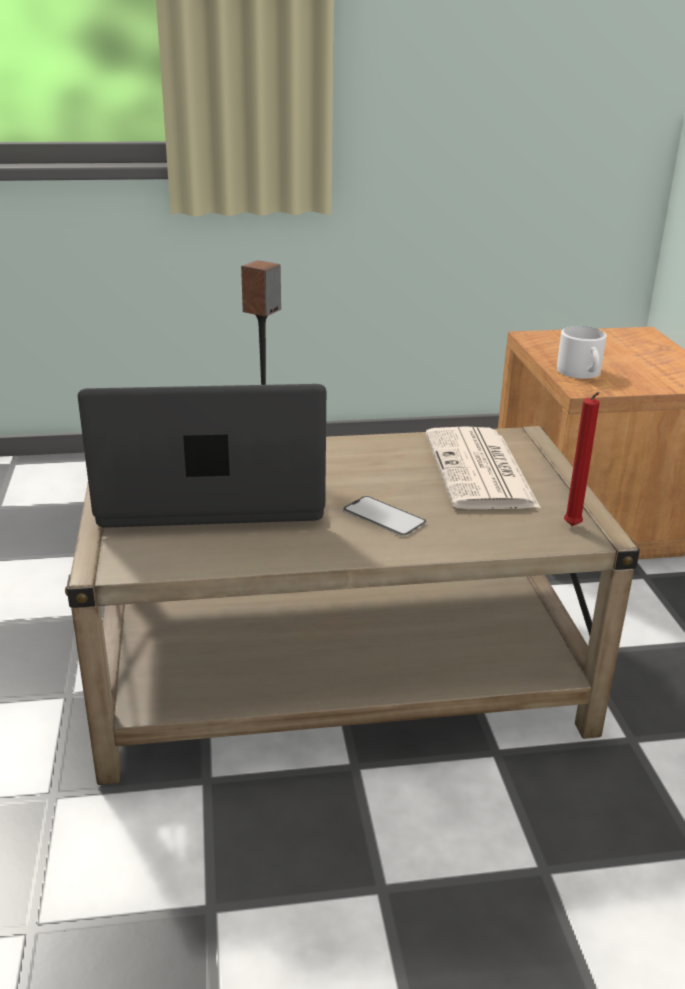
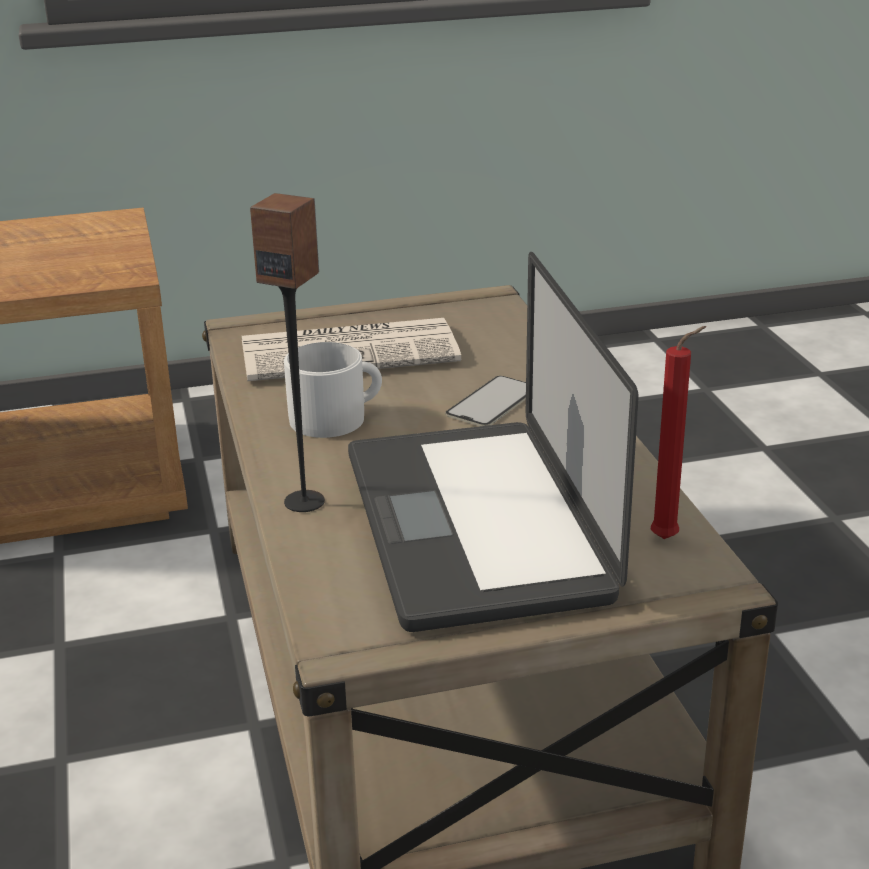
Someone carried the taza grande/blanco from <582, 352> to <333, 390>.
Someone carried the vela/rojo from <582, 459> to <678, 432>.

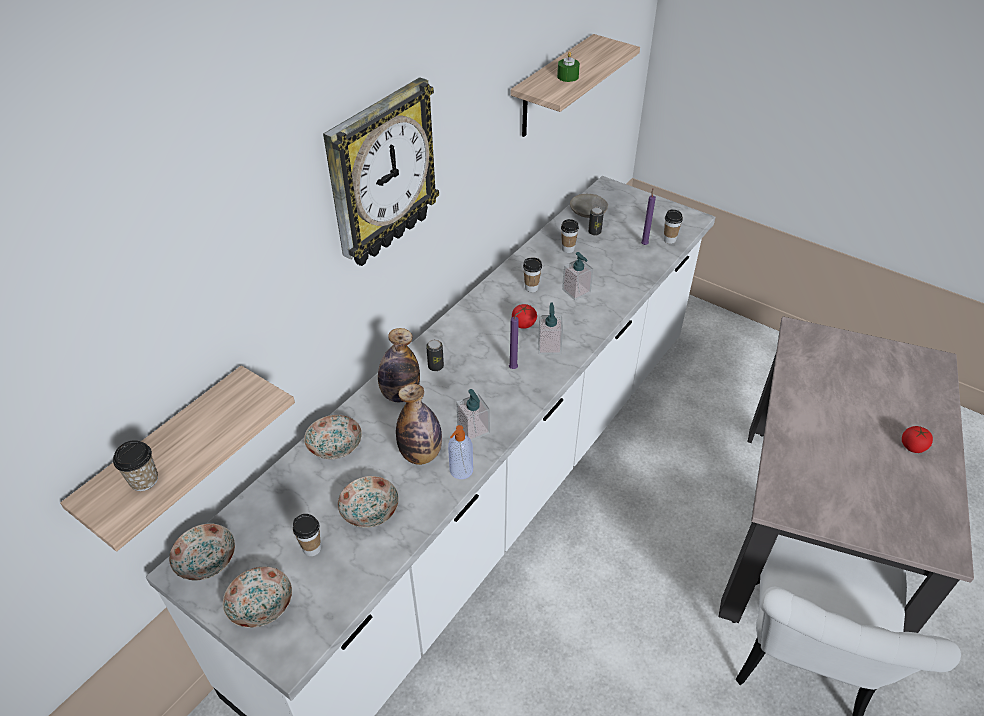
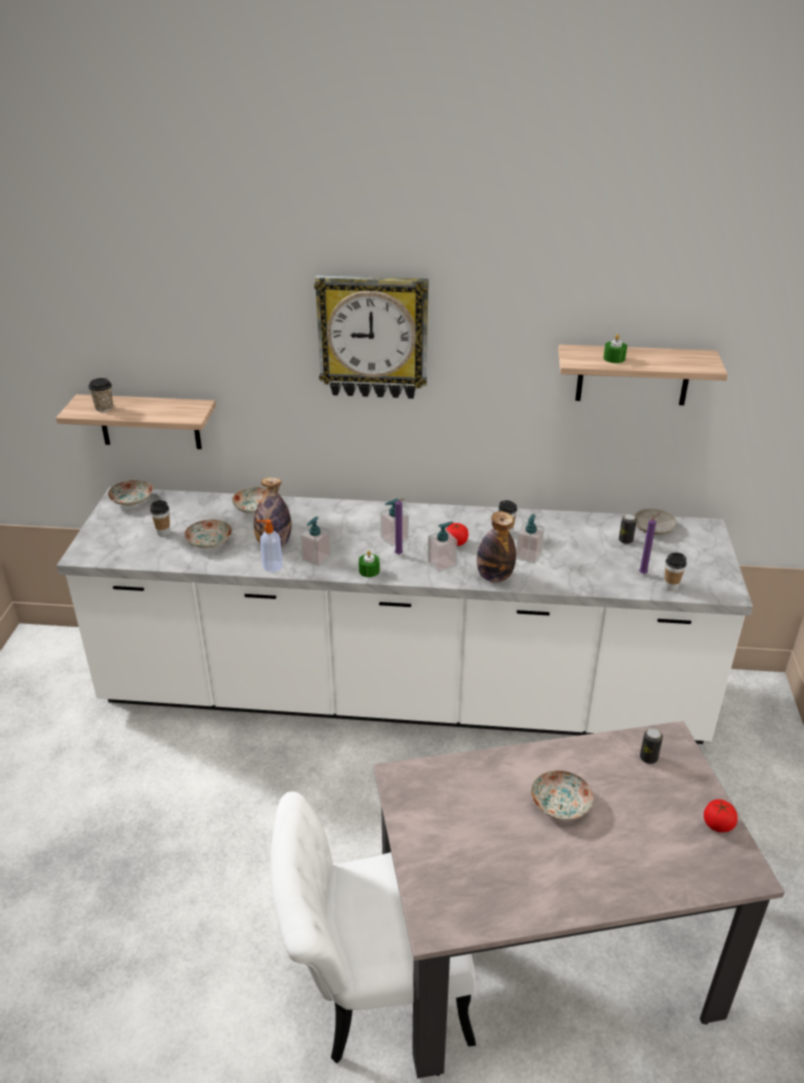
Someone took away the taza at <570, 236>.
Someone put down the vela/verde at <369, 564>.
Someone put down the dispensador de jabón at <394, 523>.
Someone carried the plato from <257, 597> to <562, 795>.
Someone carried the botella from <399, 365> to <496, 547>.
Someone carried the lata from <435, 355> to <651, 746>.
Someone carried the tomate from <917, 439> to <721, 816>.

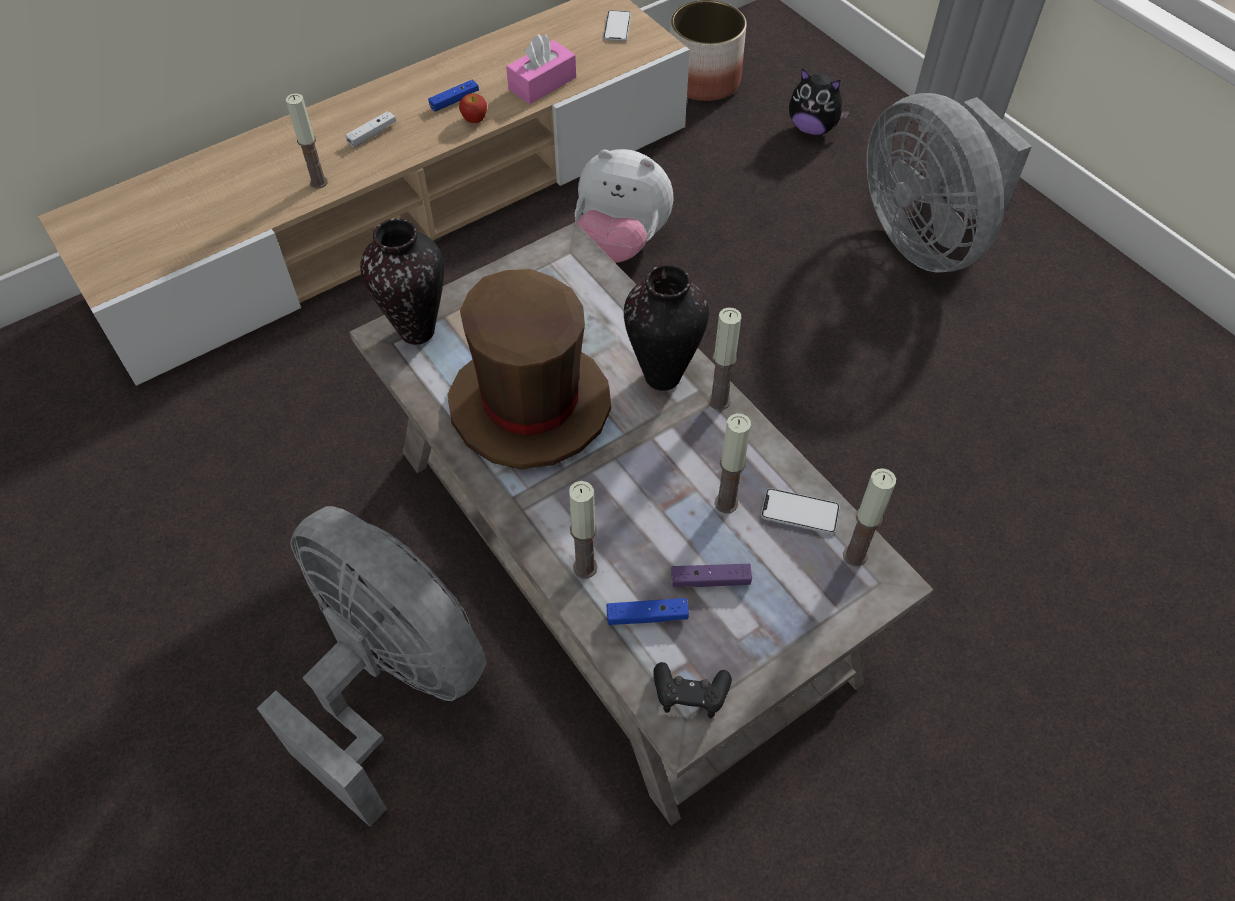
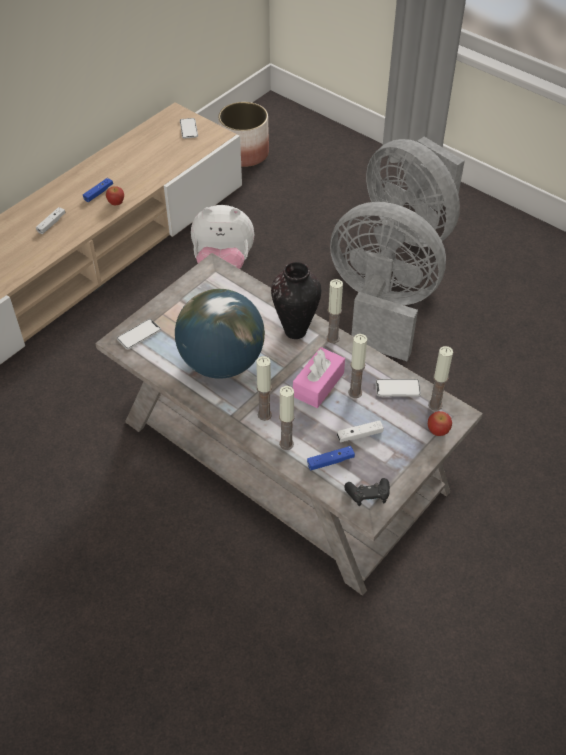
Someone took away the peluche at <819, 101>.
Someone put down the manzana at <440, 423>.
Someone carried the ventilador/gris from <371, 666> to <388, 281>.
Someone carried the vela from <307, 141> to <264, 388>.
Someone carried the caja de pañuelos/rosa from <541, 69> to <319, 377>.
Someone swapped the florero at <402, 281> for the móvil at <139, 334>.
Someone swapped the sombrero/marrón at <529, 369> for the globo terráqueo at <220, 334>.
Someone repainted the mando de consola/morado at <711, 575>, which became the mando de consola/blanco at <360, 431>.

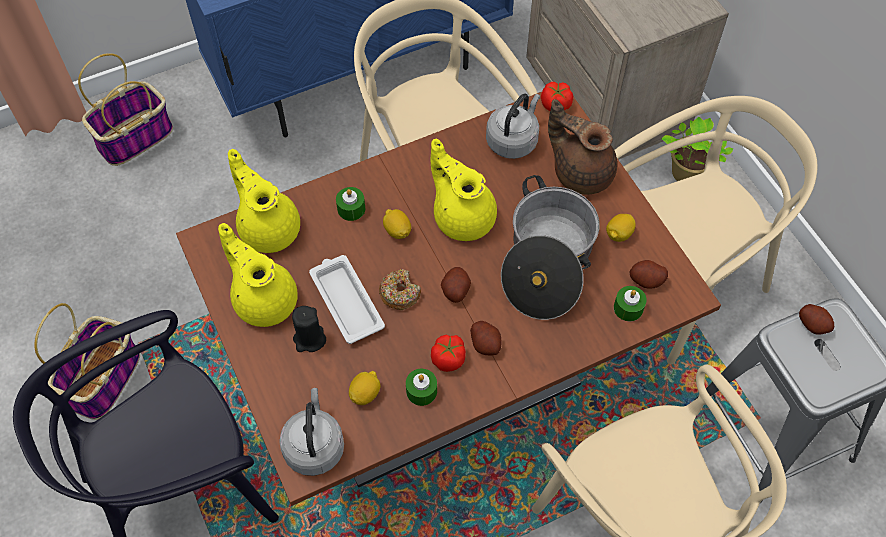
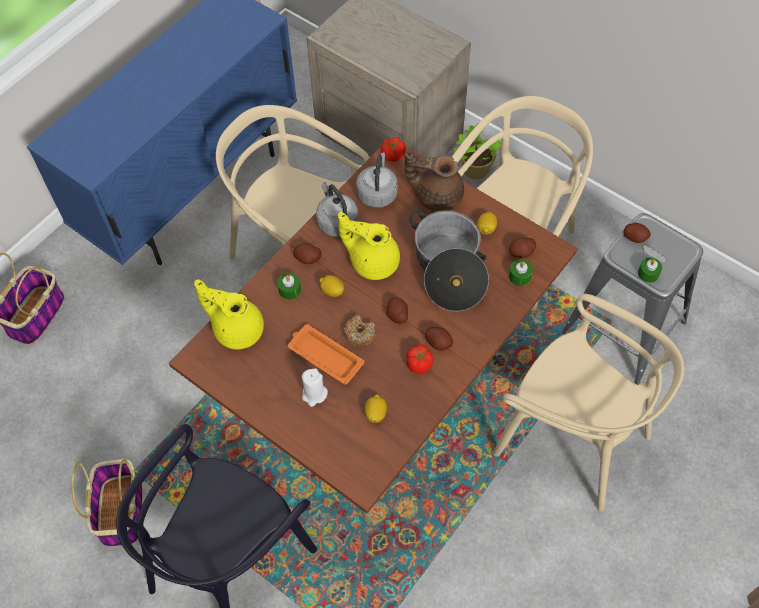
Someone took away the tetera/amarillo at <258, 275>.
Someone put down the patata at <307, 253>.
Someone carried the hervidor/gris from <311, 432> to <337, 209>.
Someone carried the vela/verde from <421, 387> to <650, 270>.
Someone repainted the vela/negro at <309, 329>, which became the vela/blanco at <315, 387>.
Someone repainted the bandeja/blanco at <347, 299>, which became the bandeja/naranja at <326, 354>.

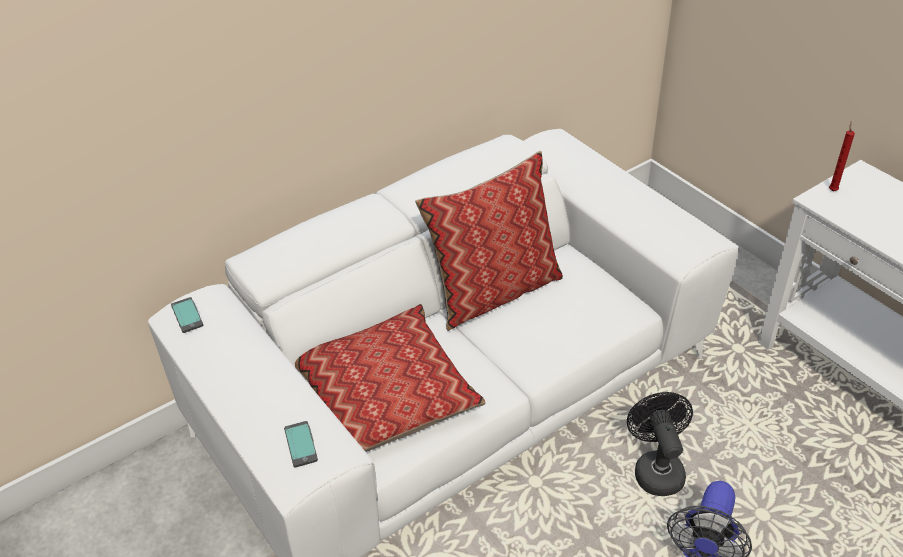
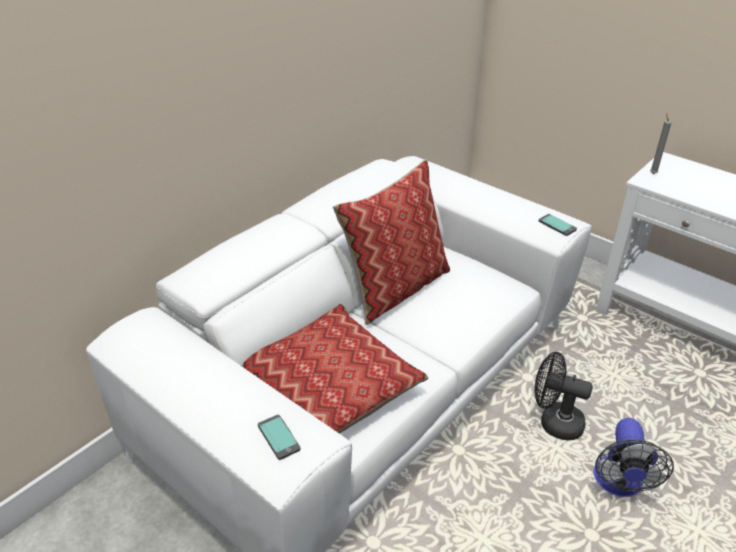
Someone carried the móvil from <187, 315> to <558, 225>.
Someone repainted the vela/rojo at <842, 156>, which became the vela/gris at <660, 143>.
Someone rotated the ventilador/negro at <660, 444> by 45 degrees counterclockwise.

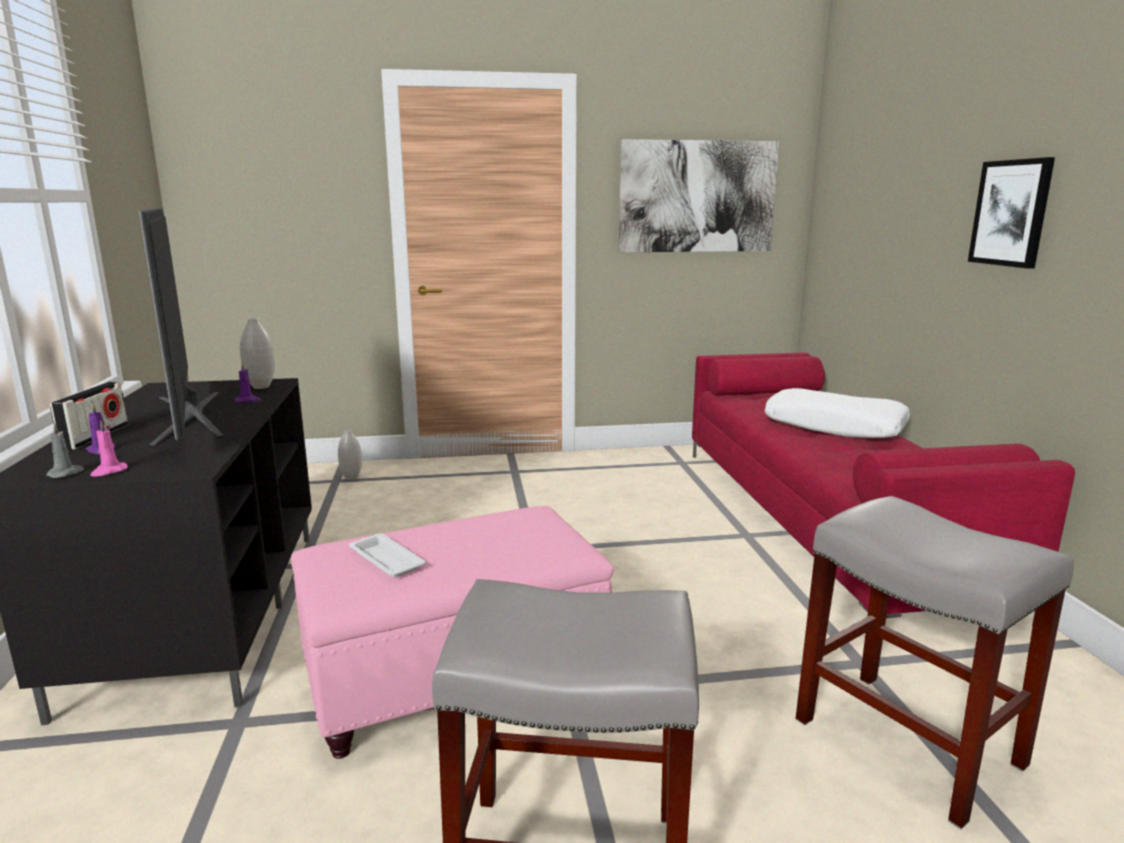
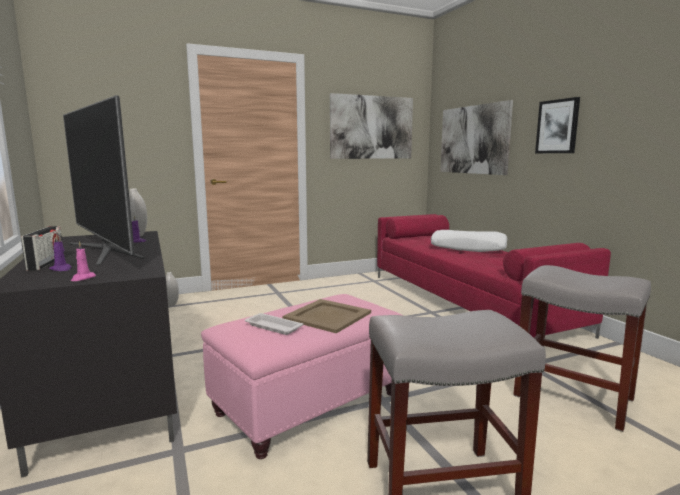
Someone took away the vela/gris at <65, 450>.
Someone put down the bandeja/beis at <326, 316>.
Someone put up the cuadro at <476, 137>.

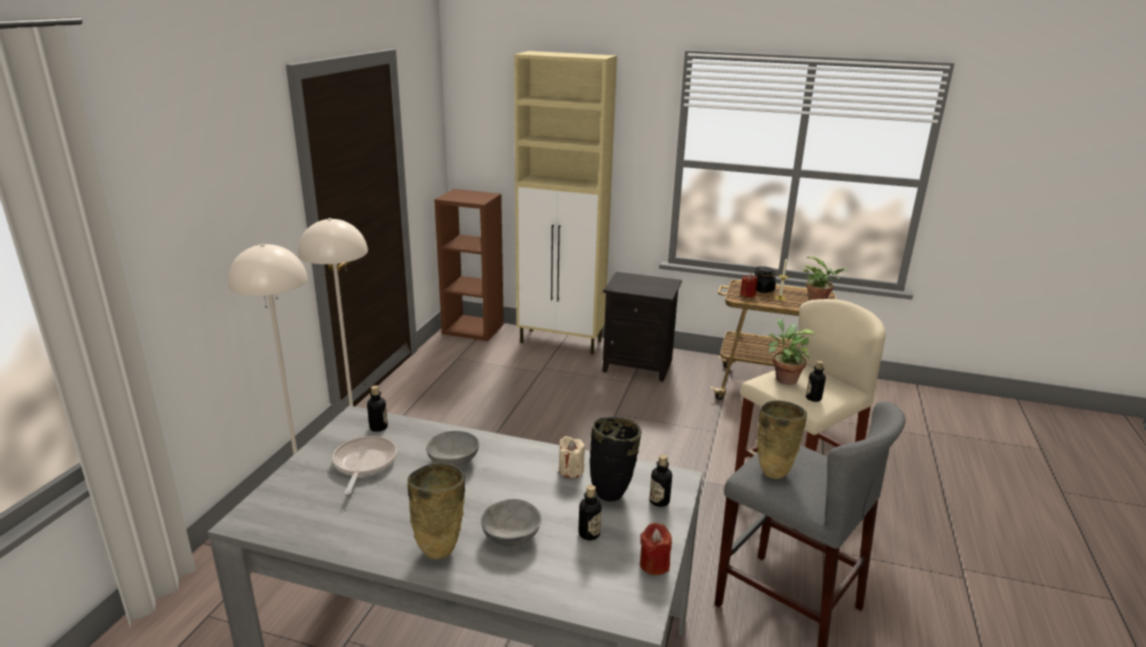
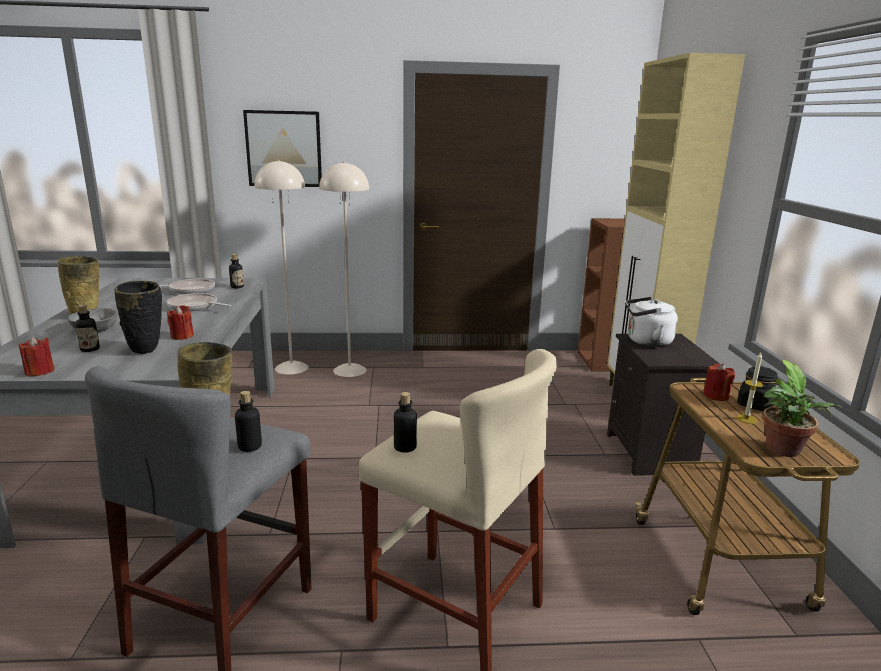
Someone took away the planta en maceta at <792, 351>.
Someone put up the cuadro at <282, 148>.
Someone put down the hervidor/blanco at <651, 322>.
Someone carried the botella from <661, 480> to <248, 421>.
Someone swapped the cuenco/gris at <452, 449> for the sartén at <199, 302>.
Someone repainted the vela/beis at <572, 457>, which became the vela/rojo at <180, 322>.

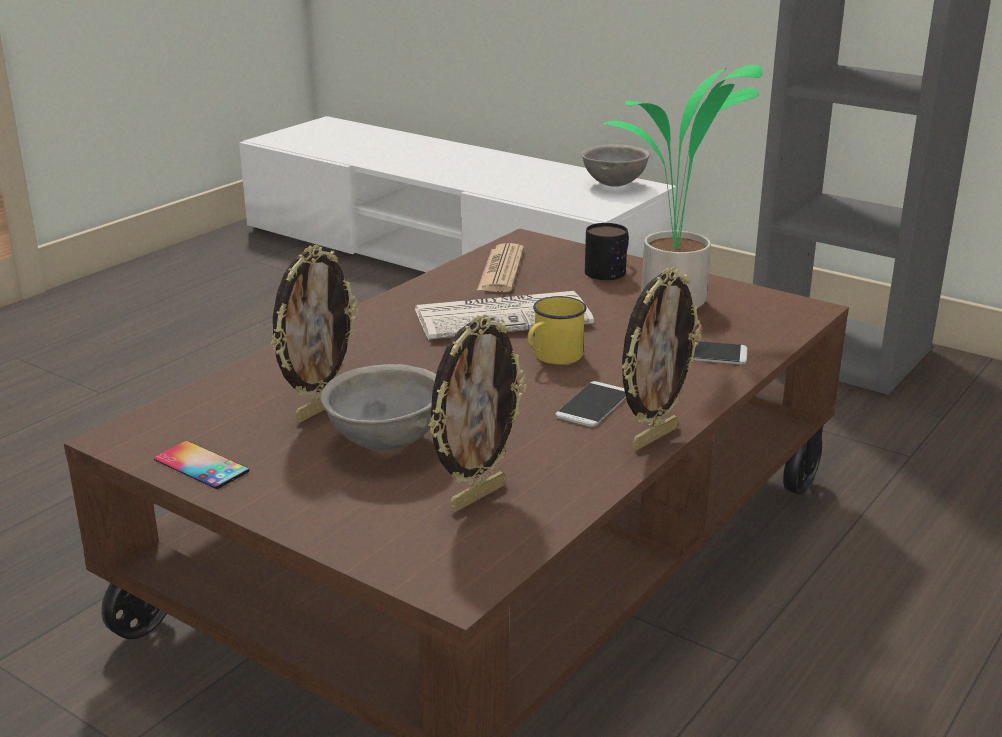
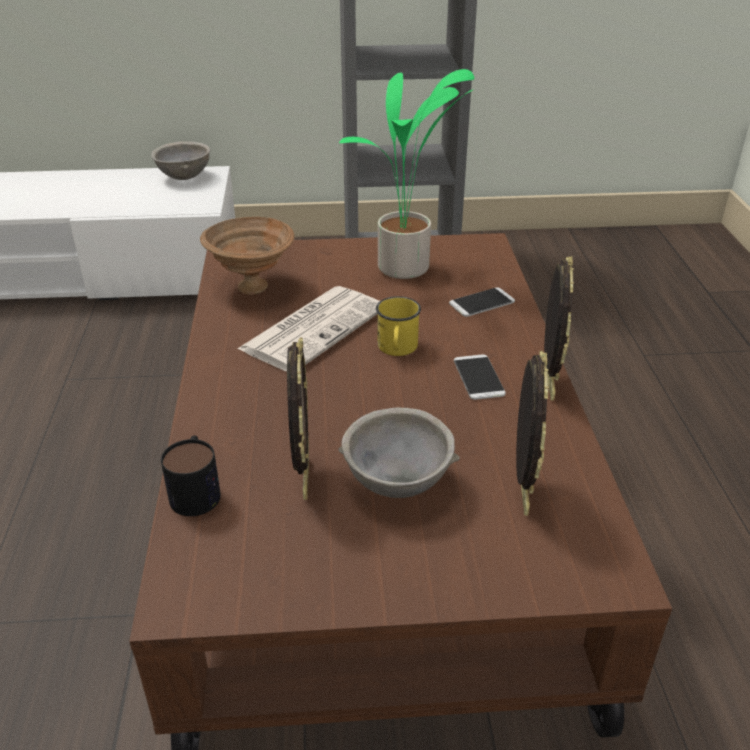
Someone took away the móvil at <201, 465>.
Someone carried the taza grande from <607, 251> to <191, 475>.
Someone swapped the periódico at <500, 267> for the cuenco/marrón at <247, 256>.

